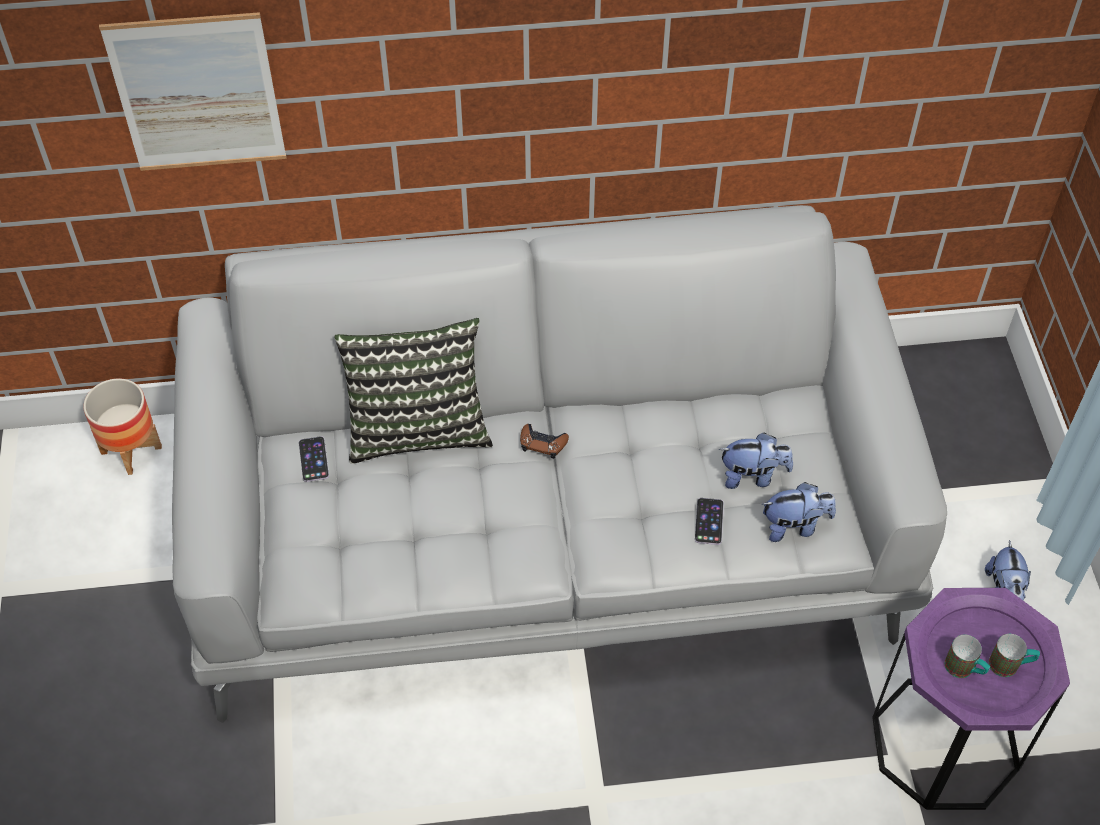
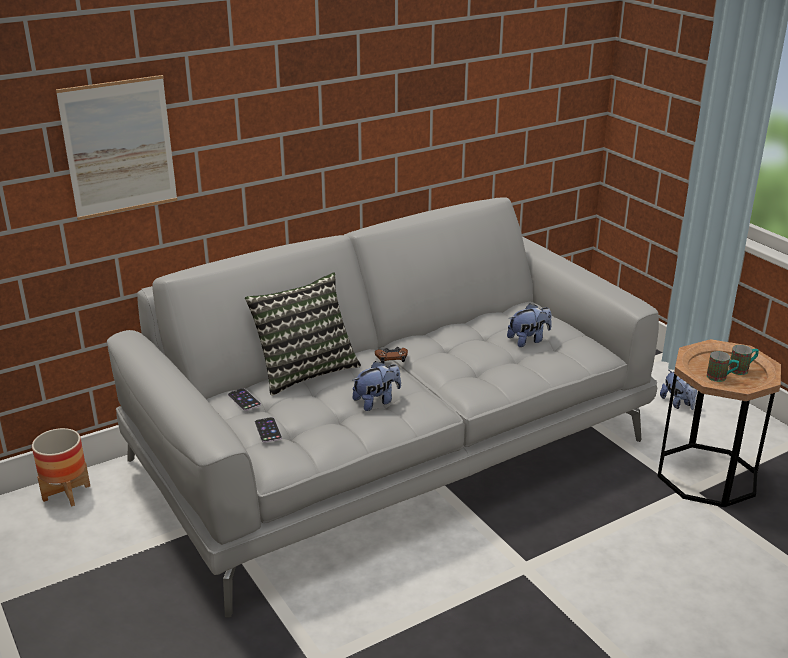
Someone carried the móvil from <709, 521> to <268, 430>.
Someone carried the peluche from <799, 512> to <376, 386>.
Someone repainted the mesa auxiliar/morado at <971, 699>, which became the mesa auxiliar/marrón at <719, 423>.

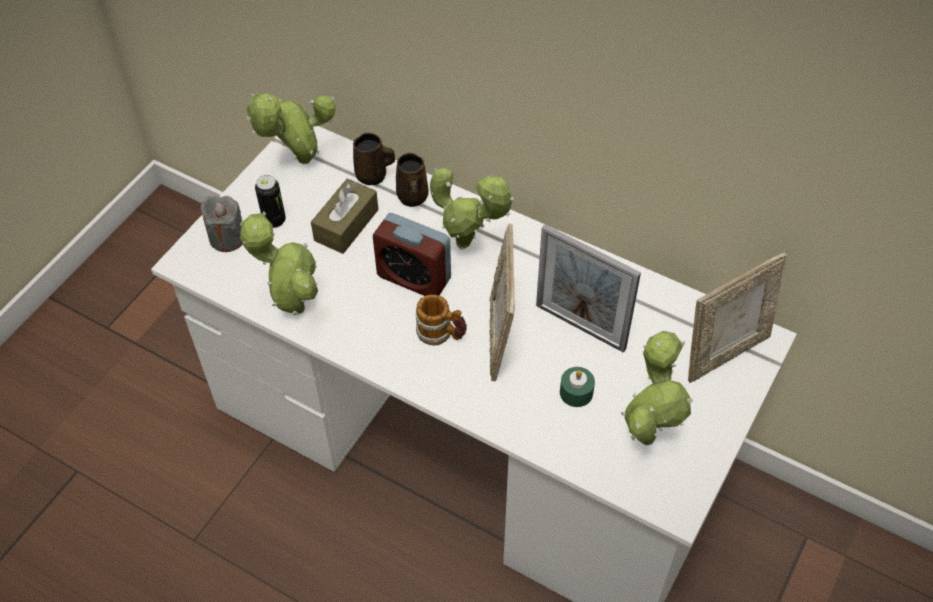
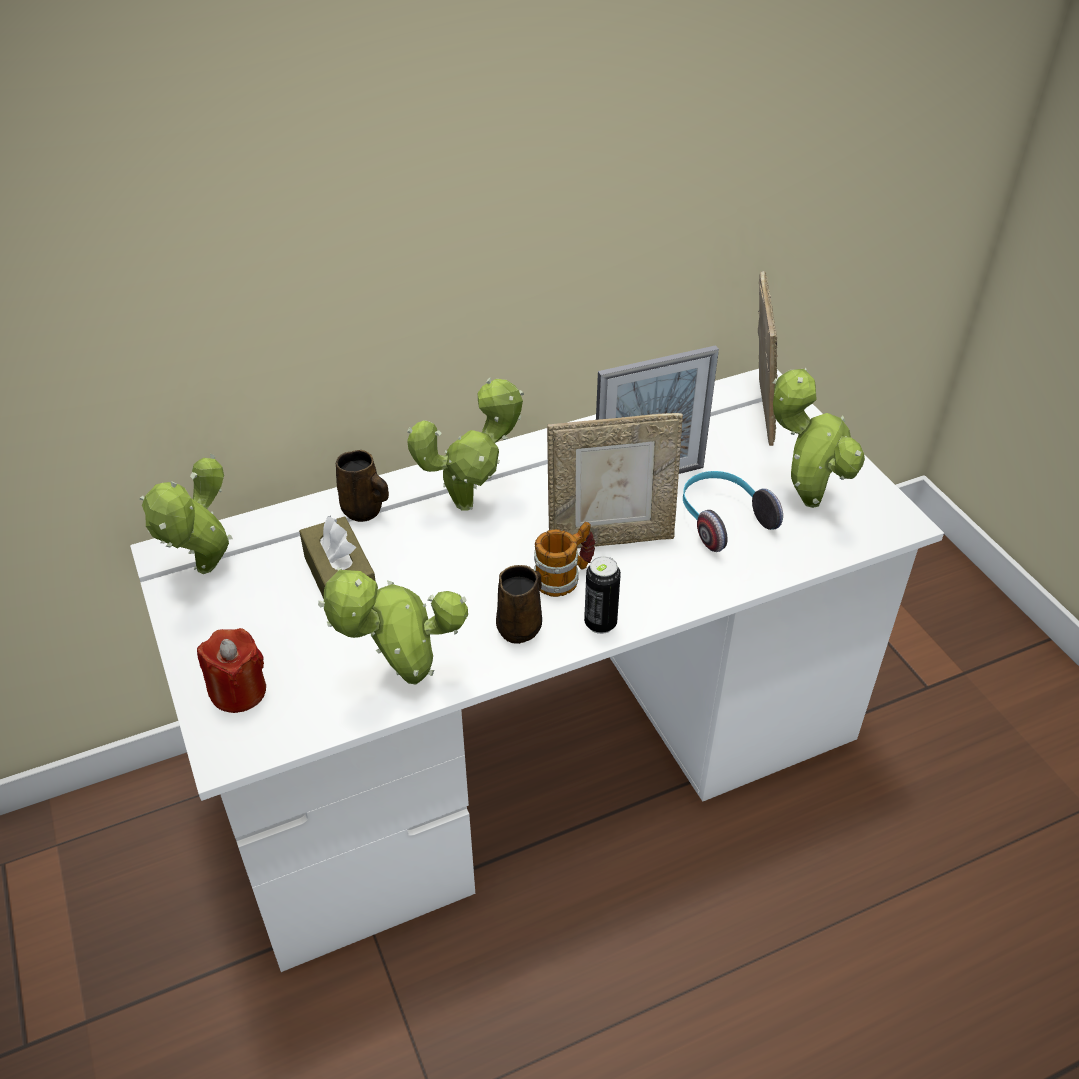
Someone took away the despertador at <412, 254>.
Someone carried the lata from <270, 201> to <602, 595>.
Someone carried the taza grande/marrón from <374, 158> to <519, 604>.
Someone swapped the vela/verde at <577, 387> for the auriculares at <733, 511>.
Someone repainted the vela/gris at <221, 224>, which became the vela/rojo at <231, 670>.
Someone rotated the portarretratos at <502, 302> by 45 degrees counterclockwise.

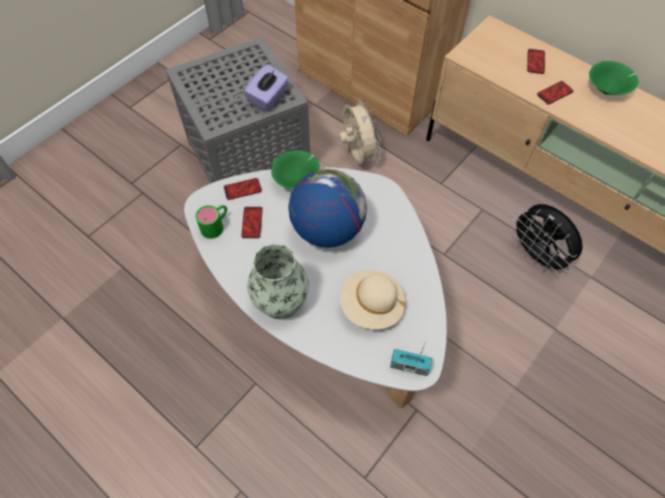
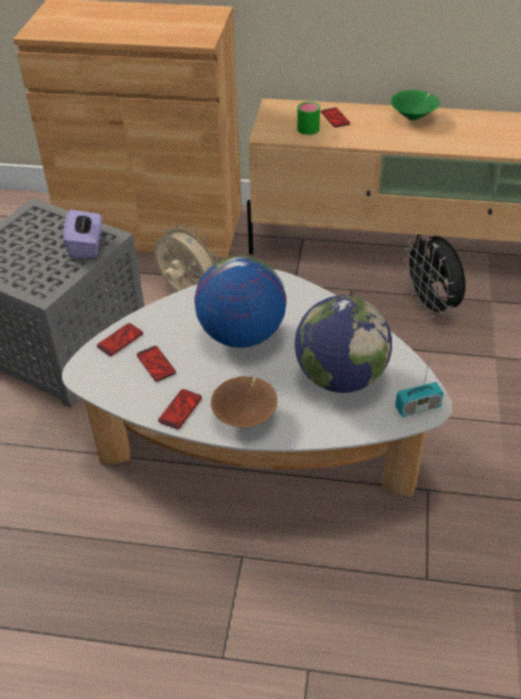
Someone took away the cuenco/verde at <295, 169>.
Someone carried the taza grande/verde from <211, 222> to <308, 118>.
Someone carried the móvil from <555, 93> to <180, 409>.
Someone swapped the florero at <278, 281> for the cuenco/marrón at <244, 401>.
Someone swapped the sombrero/beis at <372, 299> for the globo terráqueo at <343, 344>.
Someone rotated the ventilador/negro at <547, 239> by 45 degrees clockwise.

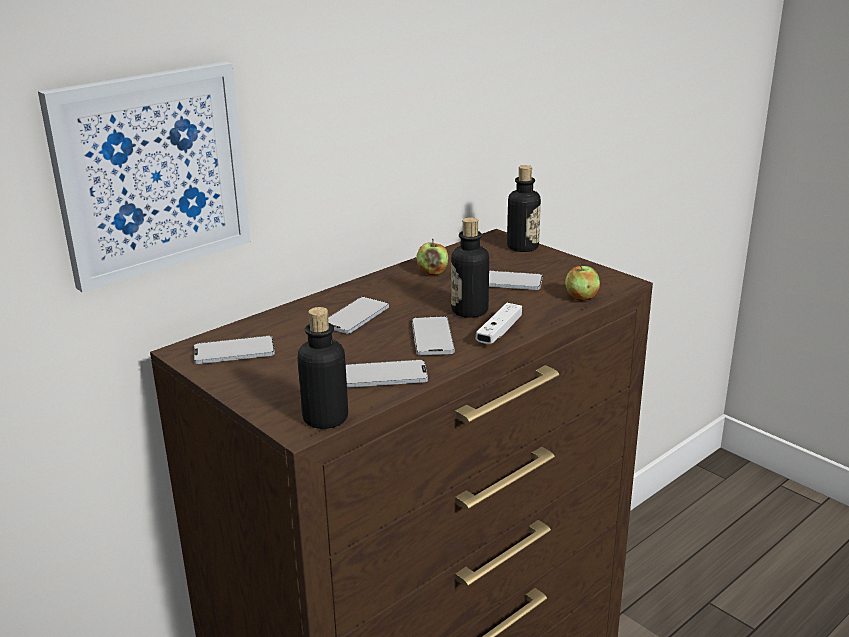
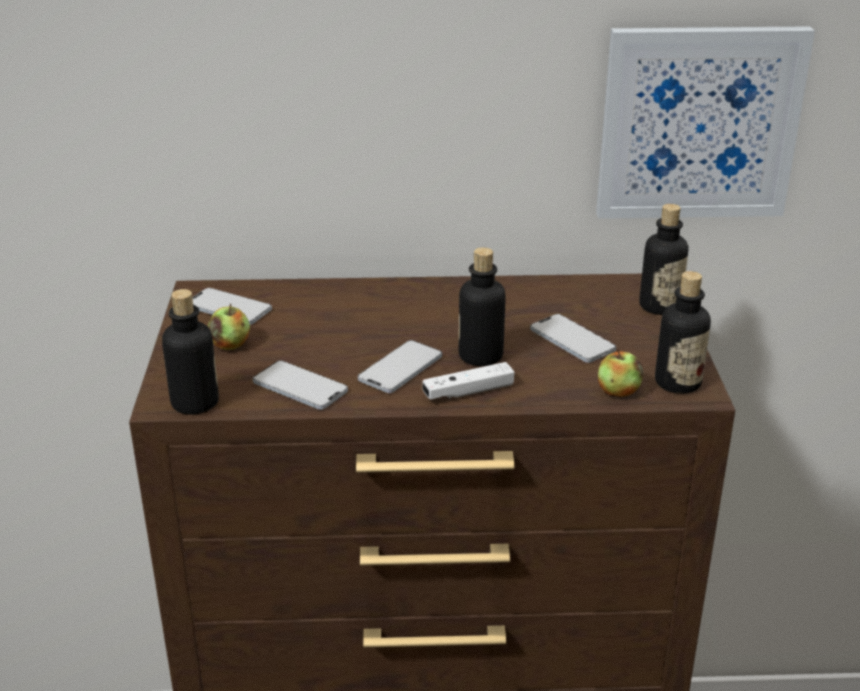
Someone took away the móvil at <358, 315>.
Someone put down the botella at <683, 332>.
Someone carried the cuadro from <144, 177> to <705, 122>.
Someone carried the manzana from <432, 256> to <229, 327>.

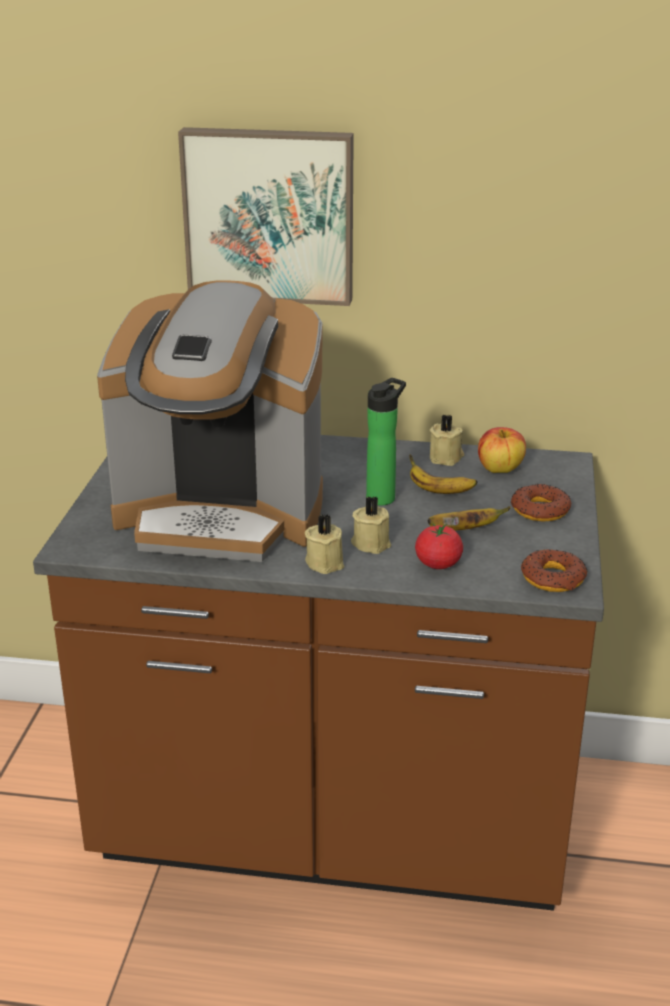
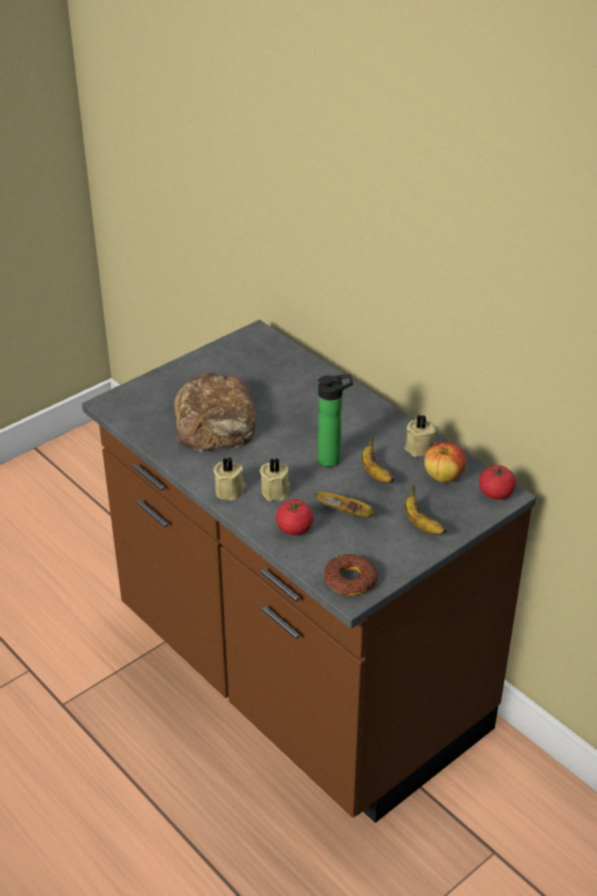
Someone took away the cuadro at <266, 216>.
Someone put down the tomate at <497, 482>.
Someone swapped the cafetera at <210, 421> for the pan at <215, 412>.
Someone swapped the rosquilla at <541, 503> for the plátano at <426, 509>.

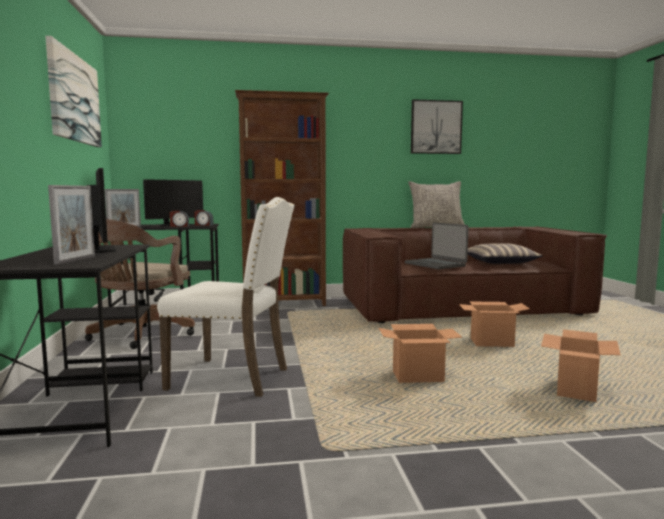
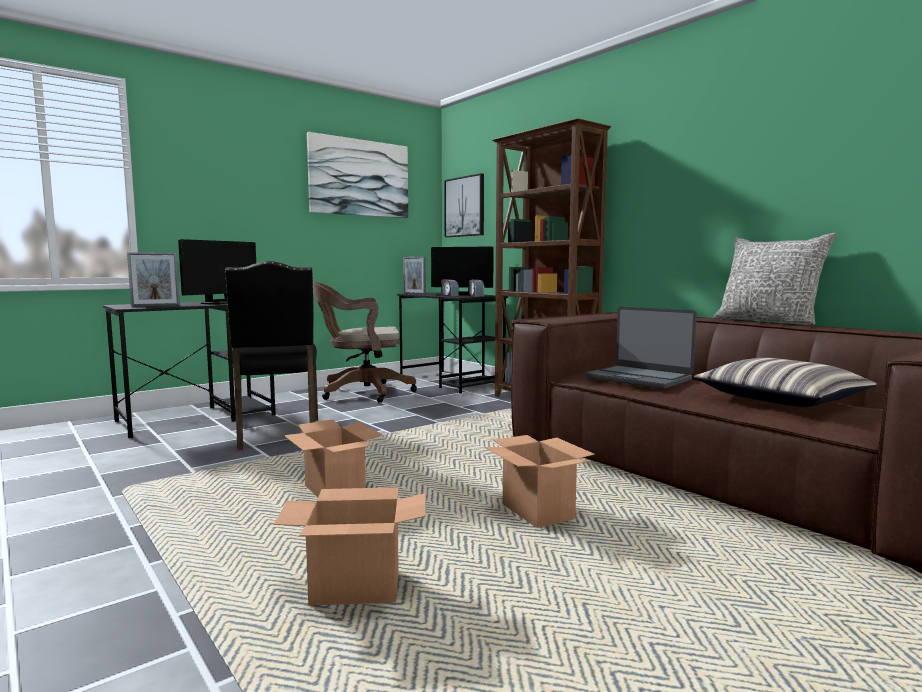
Someone carried the cuadro from <437, 126> to <464, 205>.
Someone repainted the silla/blanco at <226, 297>, which became the silla/negro at <271, 355>.
Someone rotated the portátil at <437, 246> by 75 degrees counterclockwise.

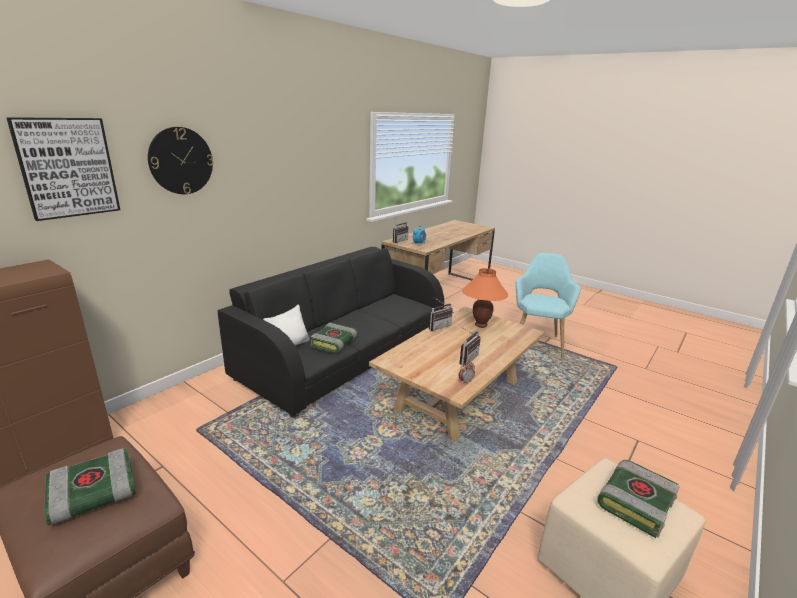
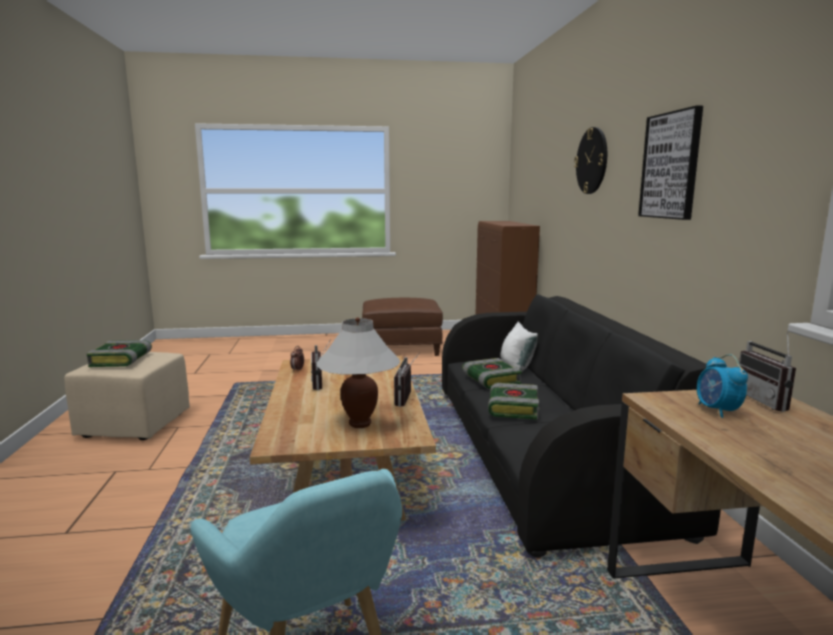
Someone carried the cuadro from <63, 169> to <670, 162>.
Someone carried the libro from <90, 486> to <514, 401>.
Someone repainted the lámpara de mesa/naranja at <485, 298>, which became the lámpara de mesa/blanco at <358, 373>.

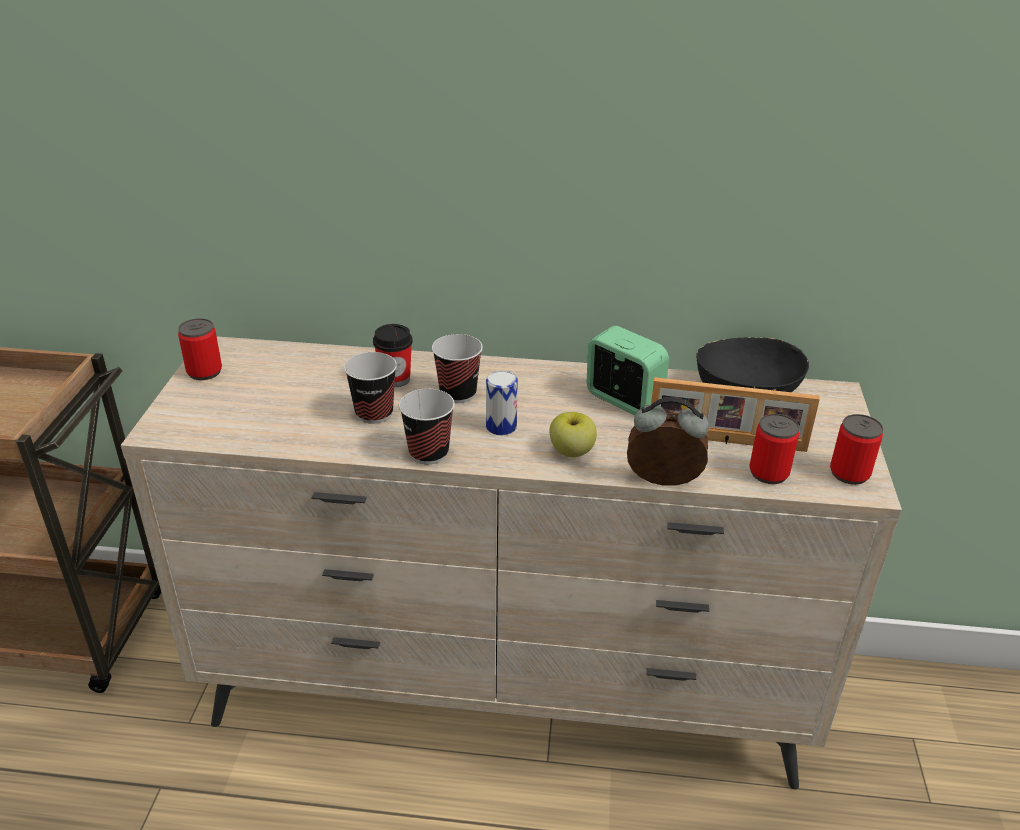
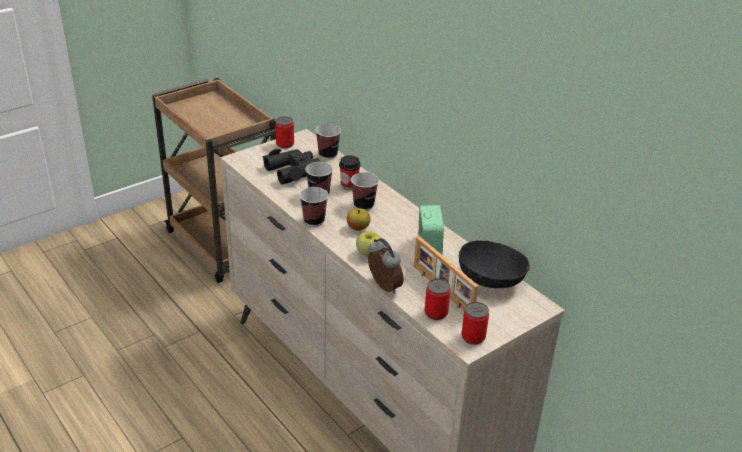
Someone put down the prismáticos/negro at <292, 166>.
Someone put down the taza at <328, 141>.
Someone swapped the lata at <502, 403> for the manzana at <358, 219>.

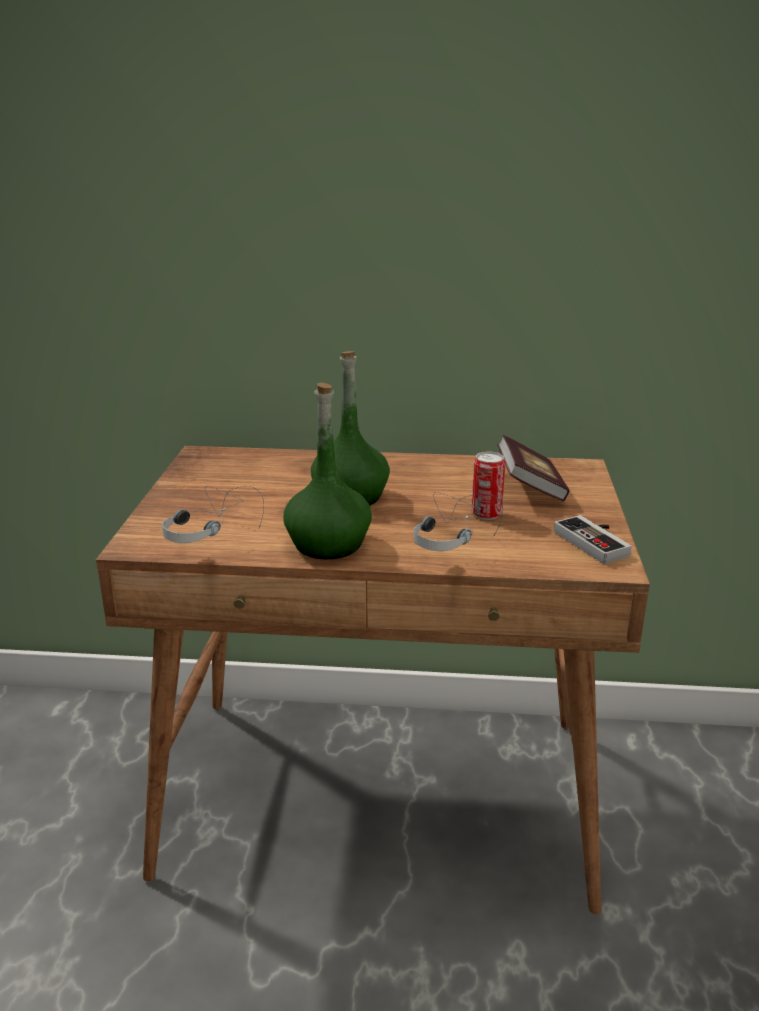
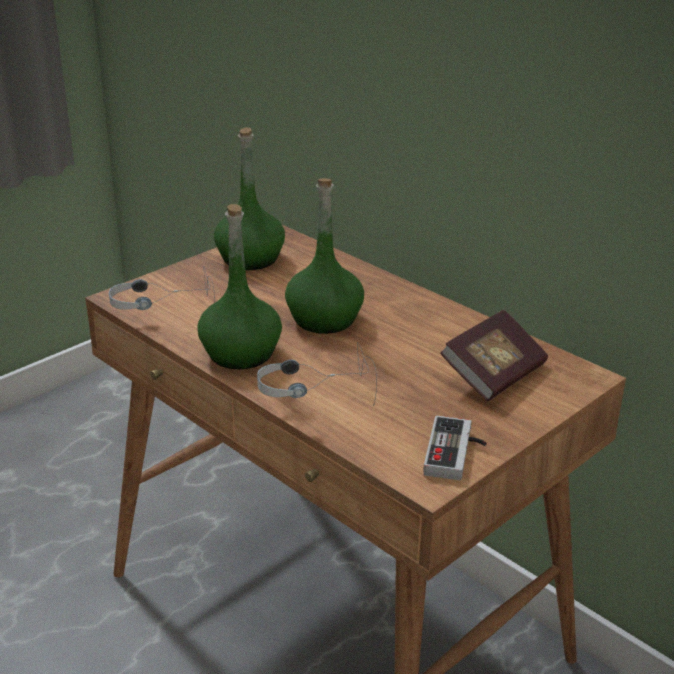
Someone took away the lata at <488, 486>.
Someone put down the botella/verde at <249, 198>.

